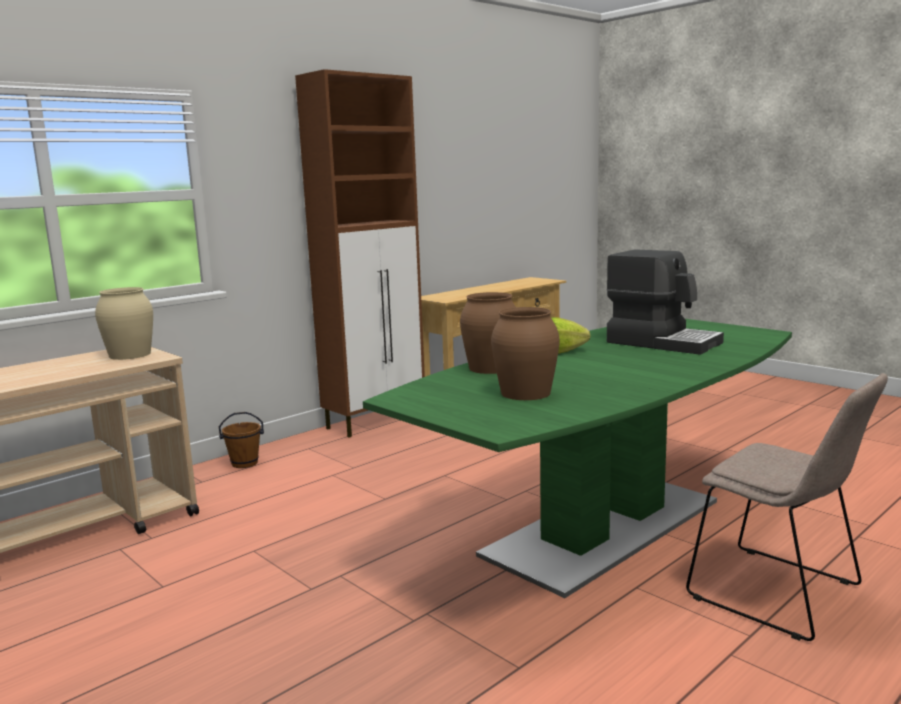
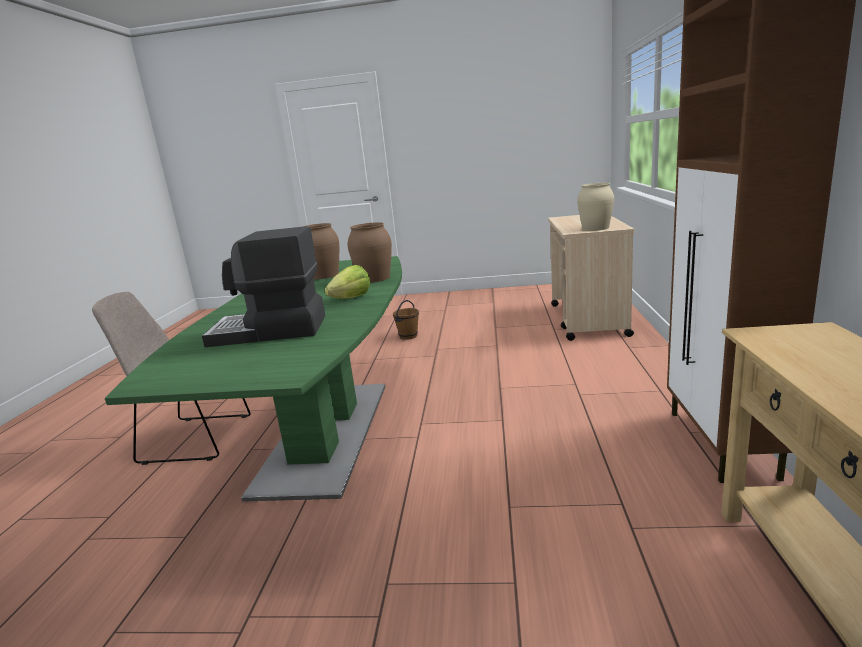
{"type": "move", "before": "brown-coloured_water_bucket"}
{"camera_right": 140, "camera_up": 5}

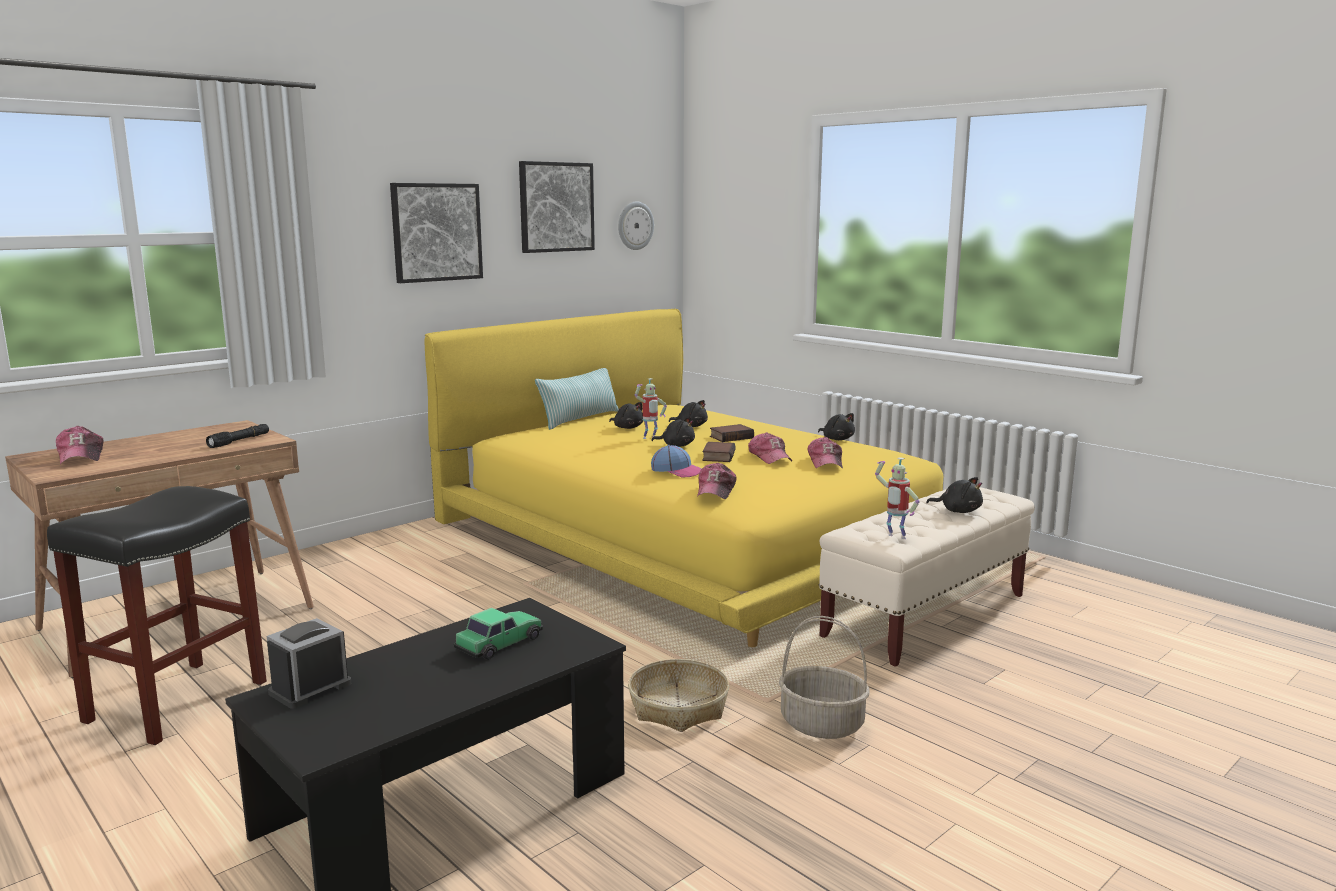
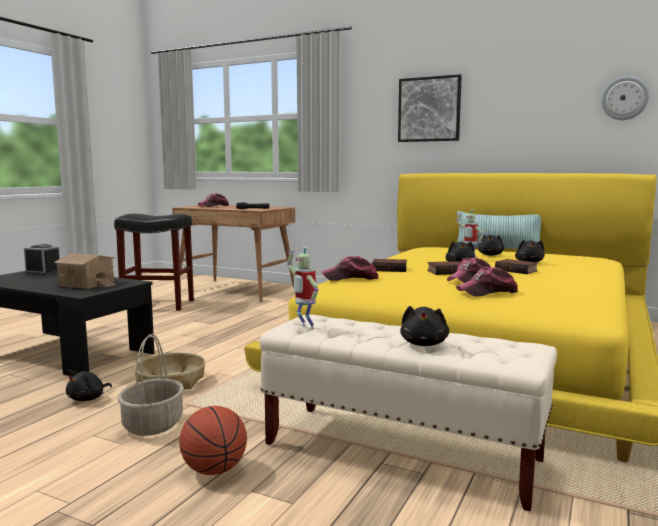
{"type": "replace", "before": "miniature_car", "after": "miniature_house"}
{"type": "move", "before": "black-coloured_soft_toy (4th from left in the first image)", "after": "black-coloured_soft_toy (1st from left)"}
{"type": "insert", "after": "basketball"}
{"type": "rotate", "before": "toy_robot (2nd from left in the first image)", "turn": -60}
{"type": "replace", "before": "peaked_cap (2nd from left)", "after": "bound_book (1st from left)"}
{"type": "delete", "before": "wall_picture (2nd from left)"}
{"camera_right": 70, "camera_up": -5}

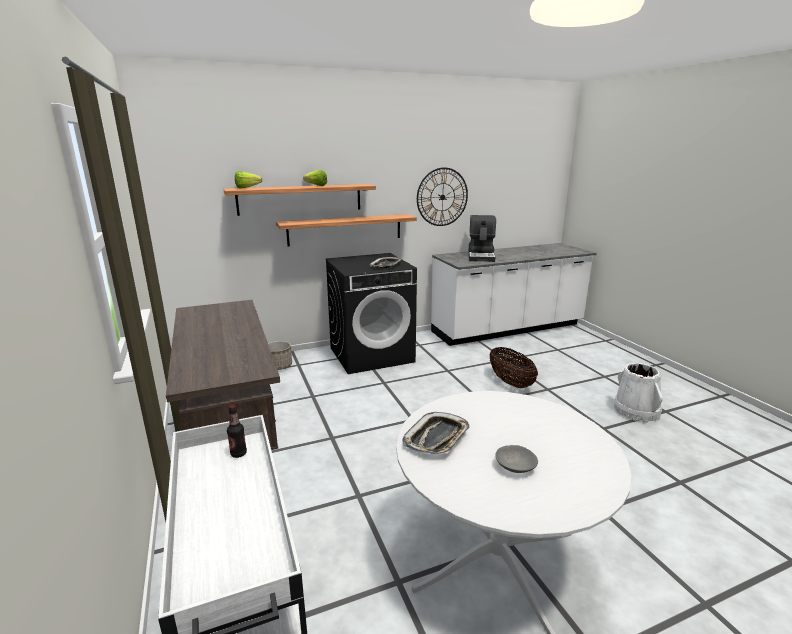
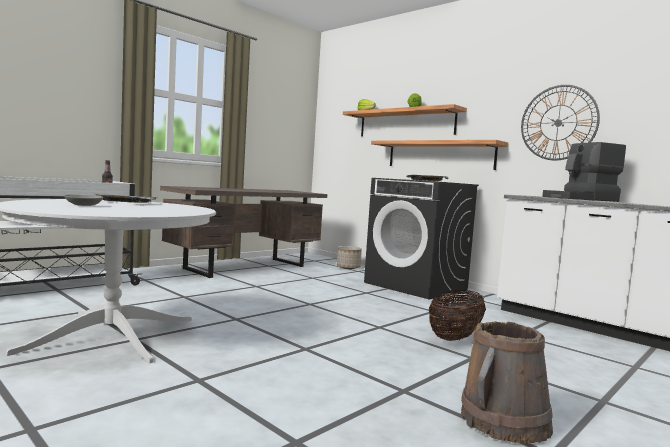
{"type": "recolor", "before": "white-coloured_water_bucket", "after": "brown-coloured_water_bucket"}
{"camera_right": 65, "camera_up": -15}

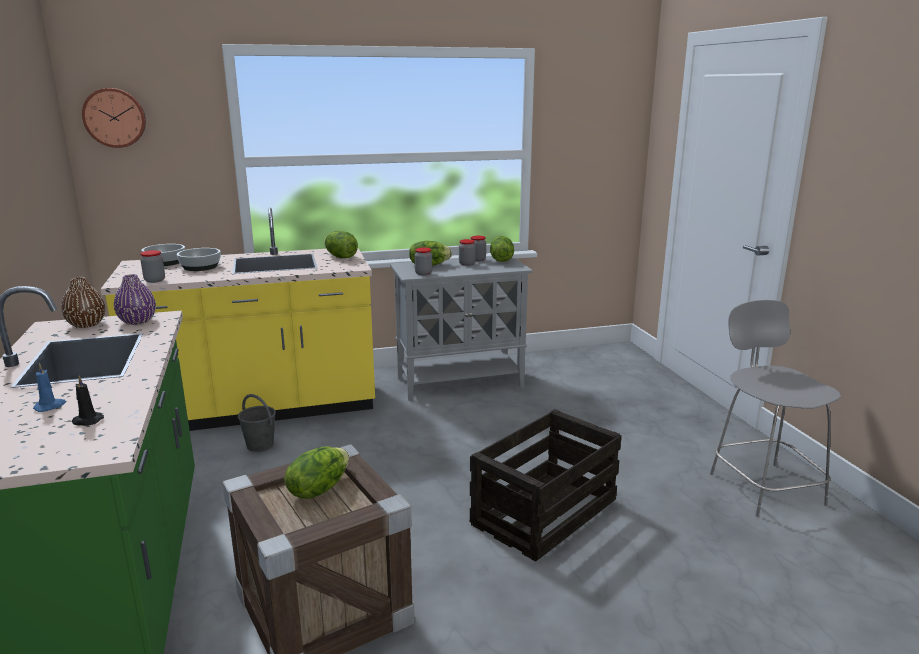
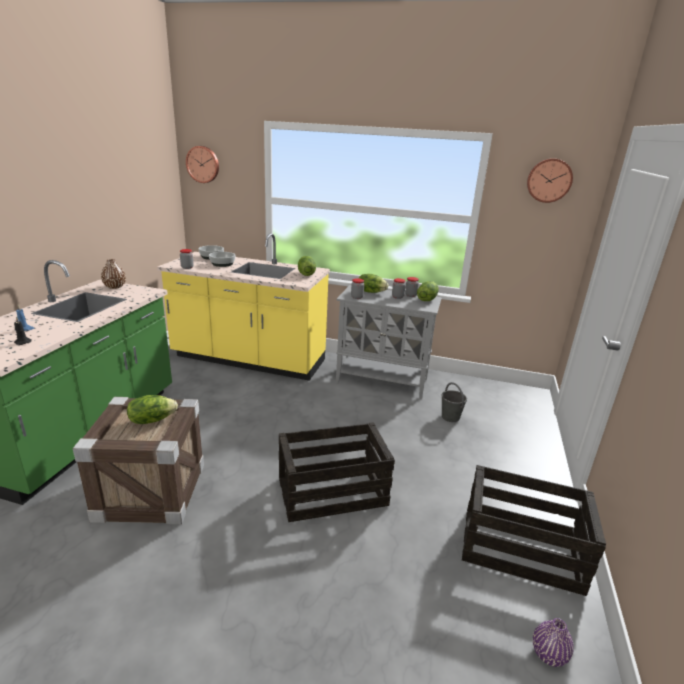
{"type": "move", "before": "greyish_water_bucket"}
{"type": "replace", "before": "greyish_chair", "after": "crate (3rd from left)"}
{"type": "insert", "after": "hanging_clock (2nd from left)"}
{"type": "move", "before": "purplish_vase"}
{"camera_right": 30, "camera_up": 5}

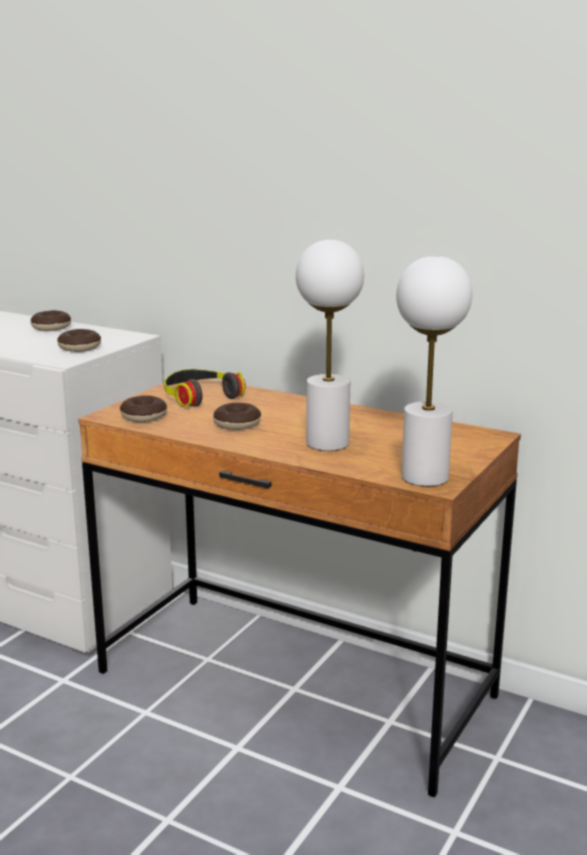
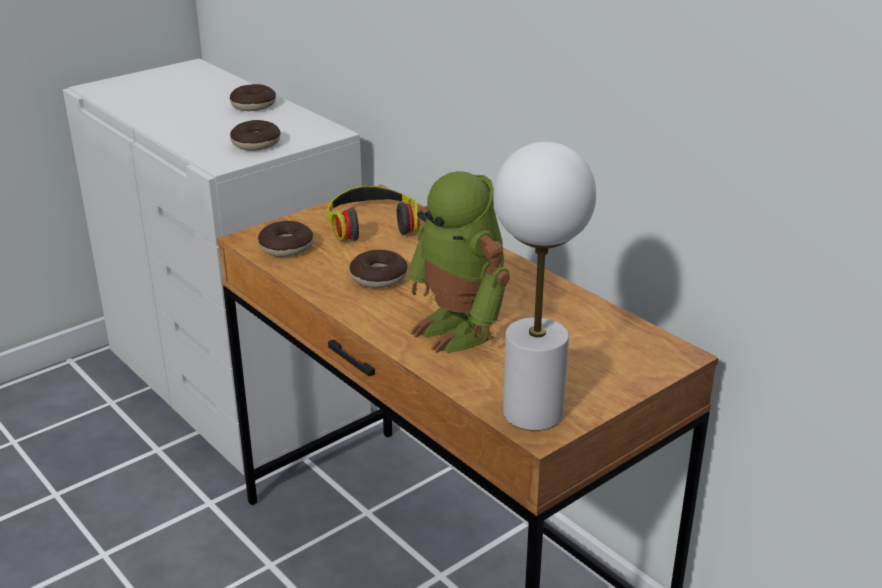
{"type": "replace", "before": "white-coloured_tabletop_lamp (1st from left)", "after": "toy_robot"}
{"camera_right": 20, "camera_up": 10}

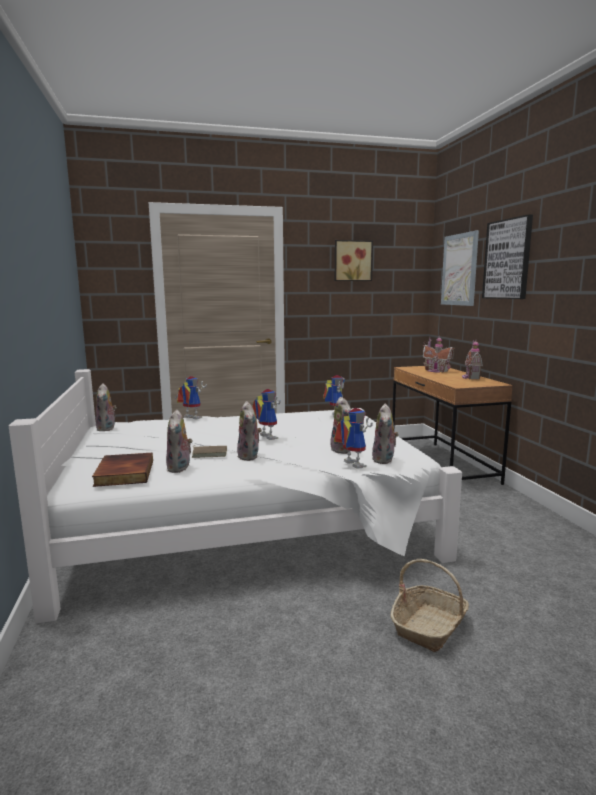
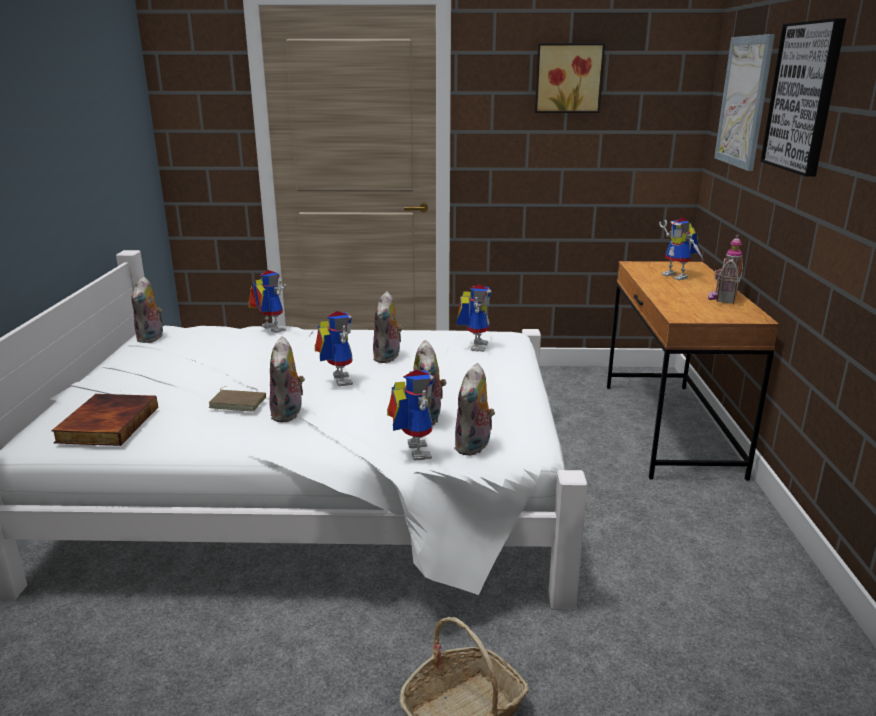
{"type": "move", "before": "soft_toy (2nd from left in the first image)", "after": "soft_toy (3rd from left)"}
{"type": "replace", "before": "miniature_house (1st from left)", "after": "toy_robot (5th from left)"}
{"camera_right": 15, "camera_up": 10}

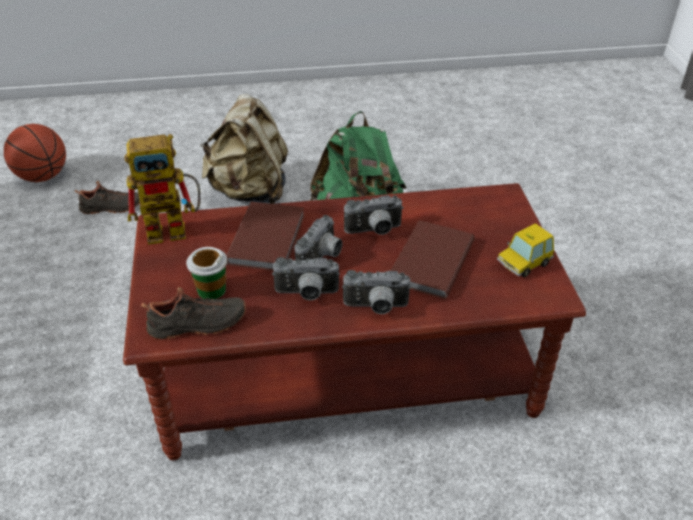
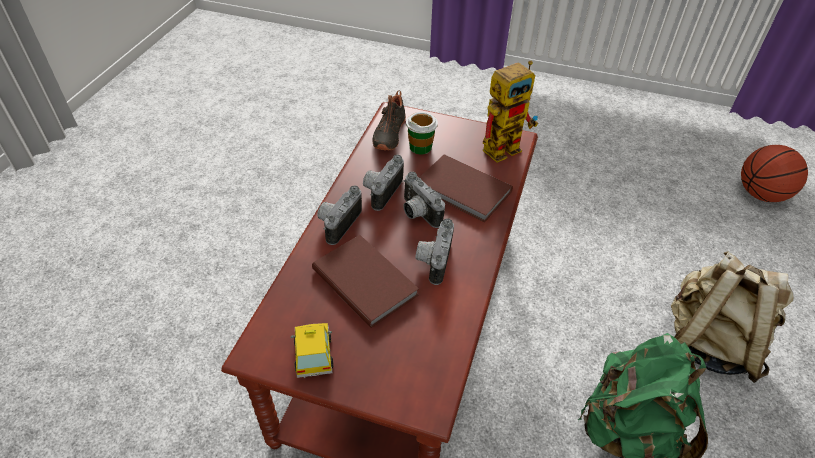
{"type": "rotate", "before": "toy_robot", "turn": -135}
{"type": "delete", "before": "black-coloured_shoe (1st from left)"}
{"camera_right": 115, "camera_up": 5}

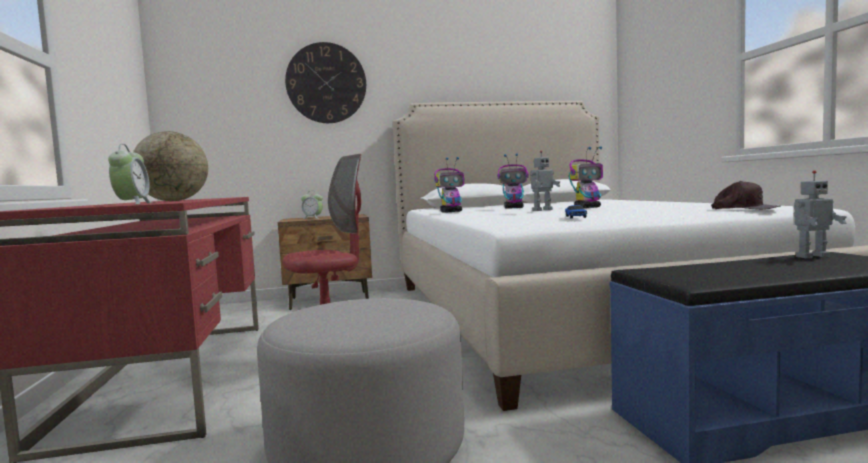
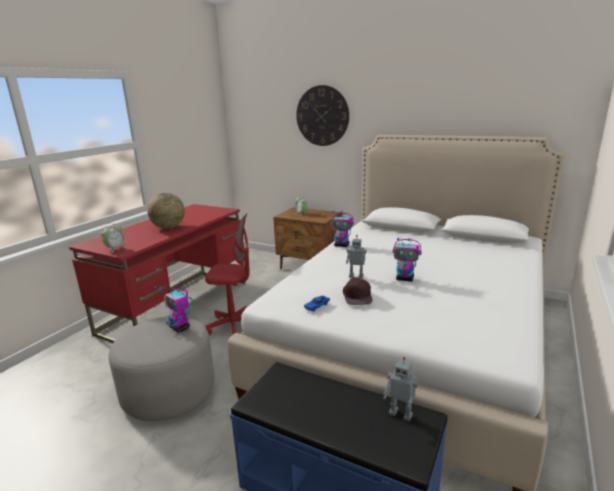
{"type": "move", "before": "toy_robot (2nd from left in the first image)", "after": "toy_robot (1st from left)"}
{"type": "move", "before": "brown-coloured_peaked_cap"}
{"camera_right": 40, "camera_up": 15}

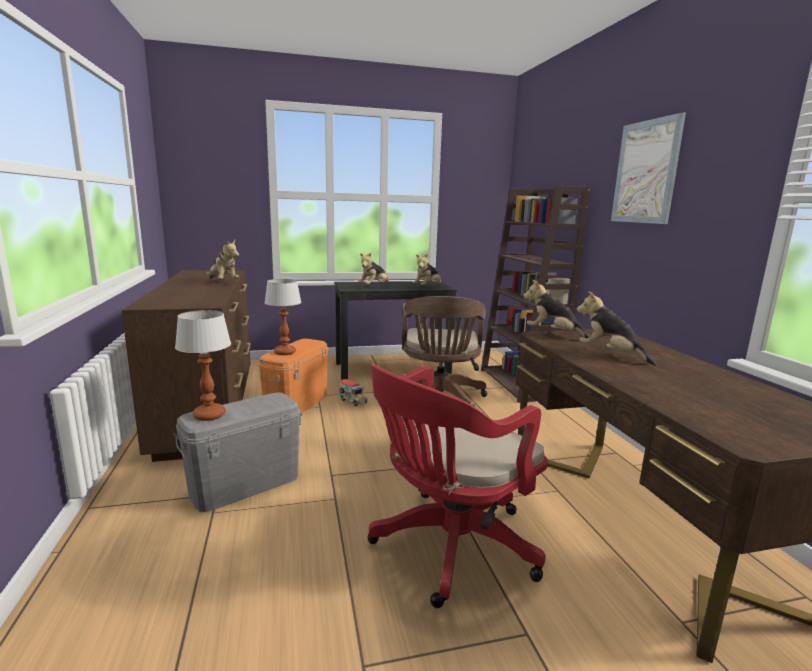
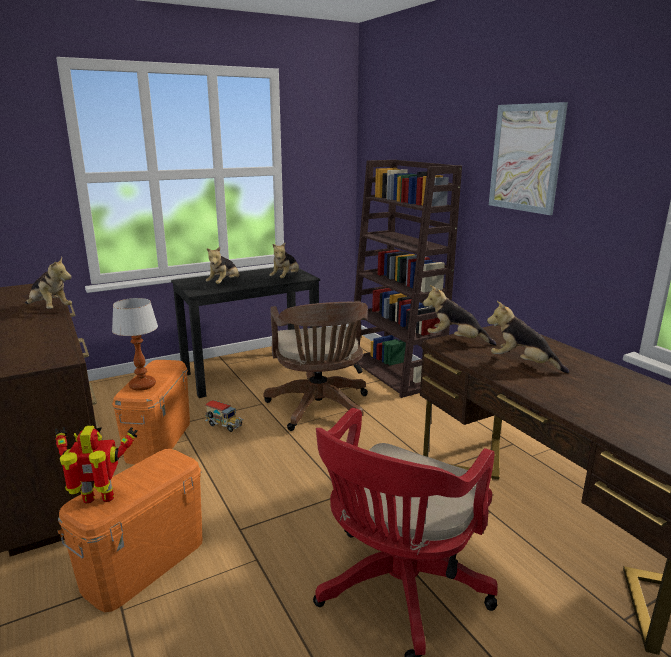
{"type": "replace", "before": "tabletop_lamp (1st from left)", "after": "toy_robot"}
{"type": "recolor", "before": "greyish_storage_box", "after": "orange-coloured_storage_box (1st from left)"}
{"camera_right": -15, "camera_up": 5}

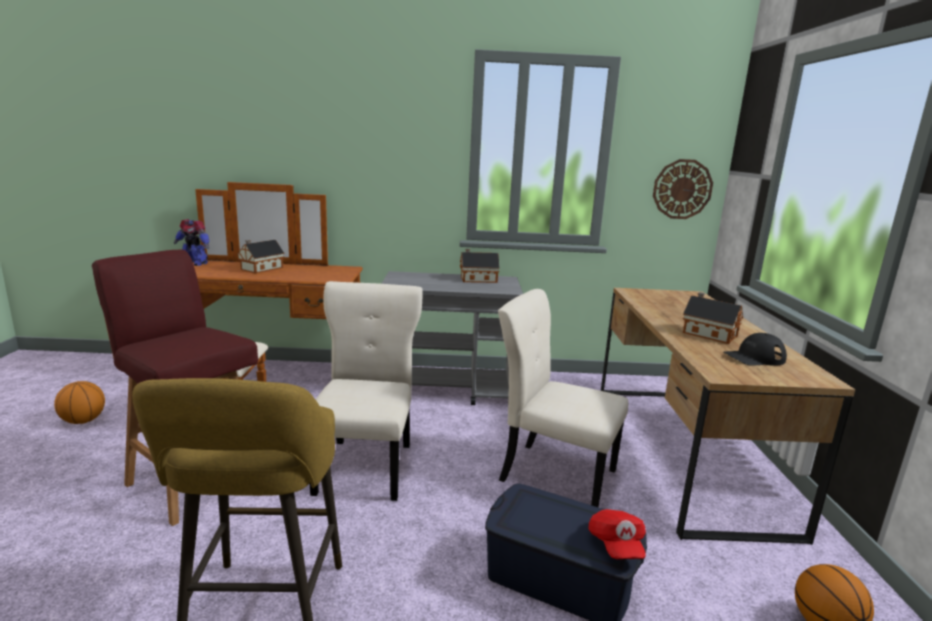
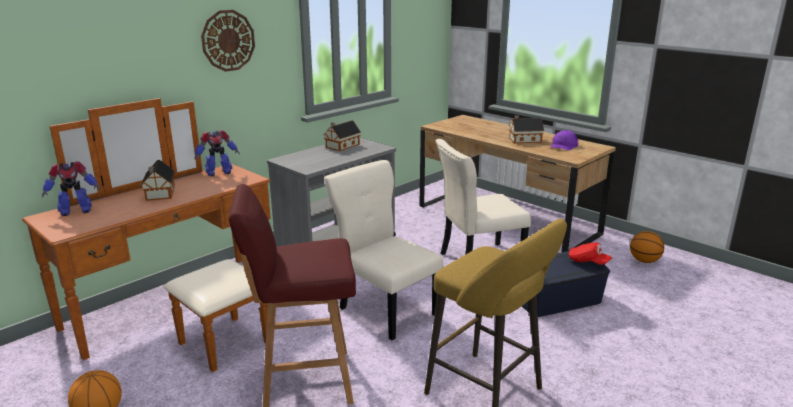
{"type": "insert", "after": "toy_robot (2nd from left)"}
{"type": "move", "before": "hanging_clock"}
{"type": "recolor", "before": "black-coloured_peaked_cap", "after": "purplish_peaked_cap"}
{"camera_right": -45, "camera_up": 5}

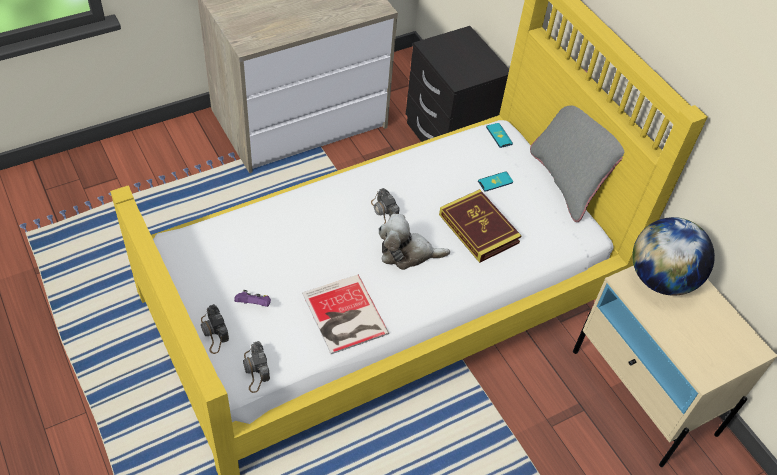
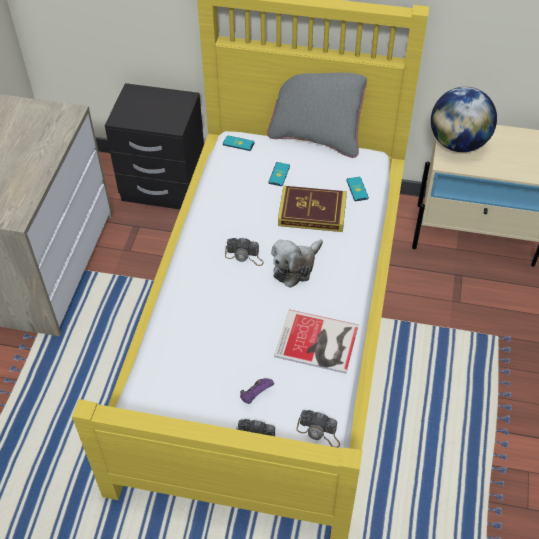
{"type": "insert", "after": "telephone (3rd from left)"}
{"camera_right": -45, "camera_up": 0}

